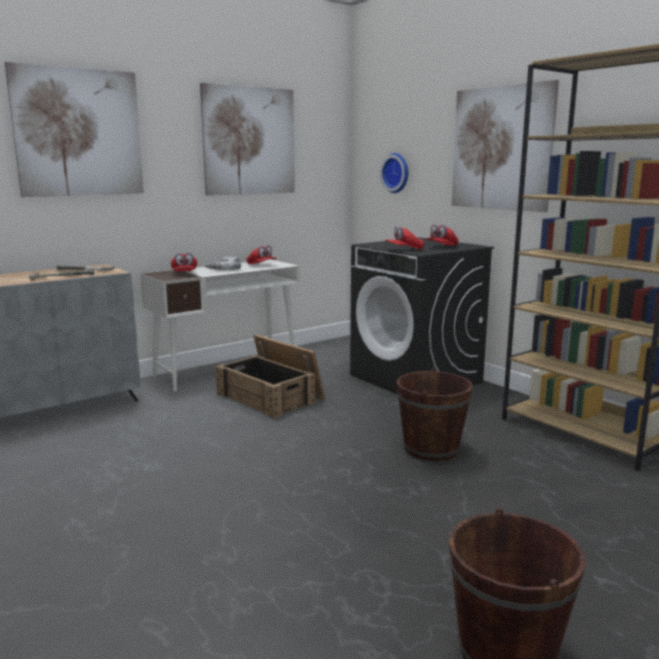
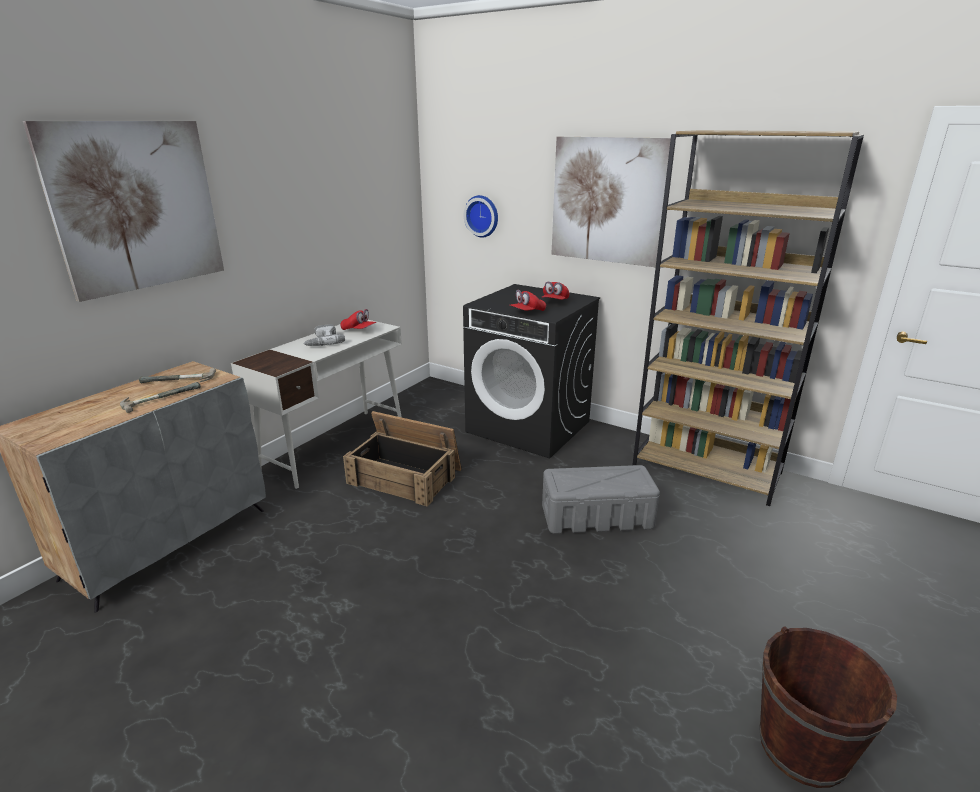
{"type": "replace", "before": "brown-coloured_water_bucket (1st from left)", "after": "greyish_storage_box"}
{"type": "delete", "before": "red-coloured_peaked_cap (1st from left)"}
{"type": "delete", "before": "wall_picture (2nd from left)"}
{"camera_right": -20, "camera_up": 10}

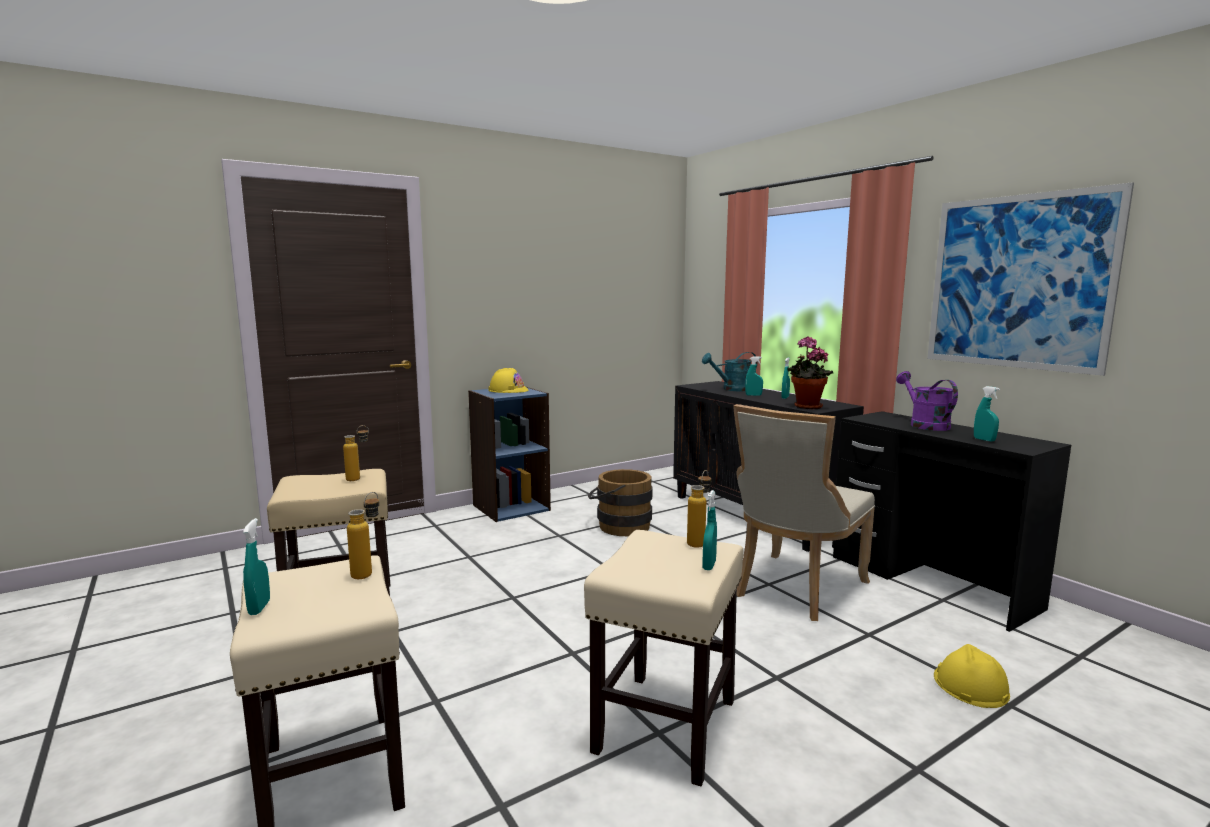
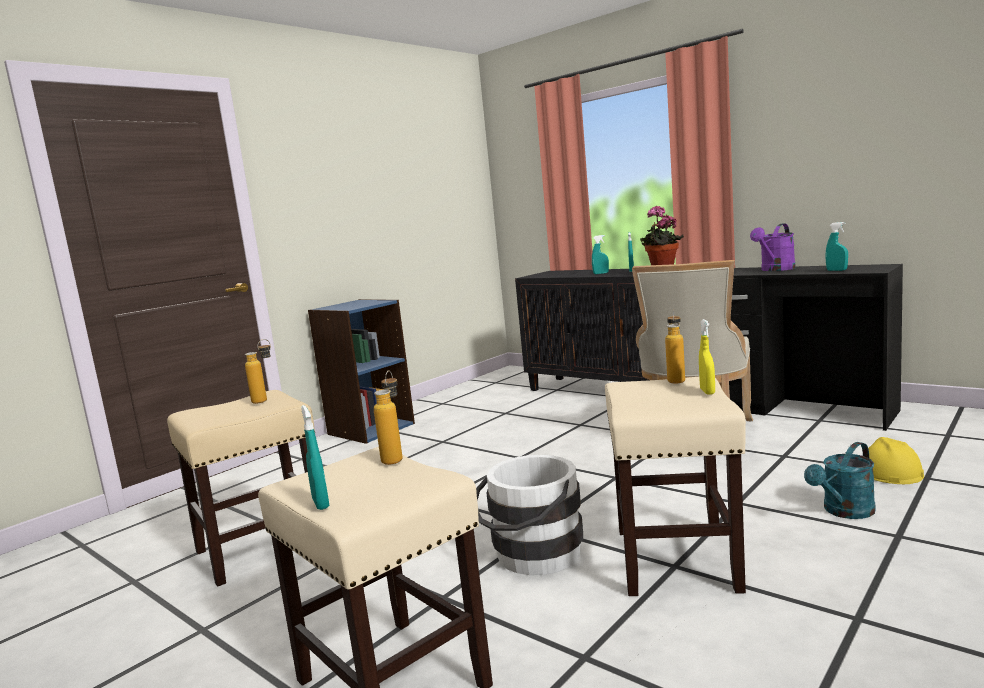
{"type": "insert", "after": "white-coloured_water_bucket"}
{"type": "recolor", "before": "turquoise-coloured_sprayer (2nd from left)", "after": "yellow-coloured_sprayer"}
{"type": "rotate", "before": "purplish_watering_pot", "turn": -105}
{"type": "move", "before": "turquoise-coloured_watering_pot"}
{"type": "delete", "before": "yellow-coloured_hard_hat (1st from left)"}
{"type": "delete", "before": "brown-coloured_water_bucket"}
{"type": "delete", "before": "wall_picture"}
{"camera_right": -15, "camera_up": 0}

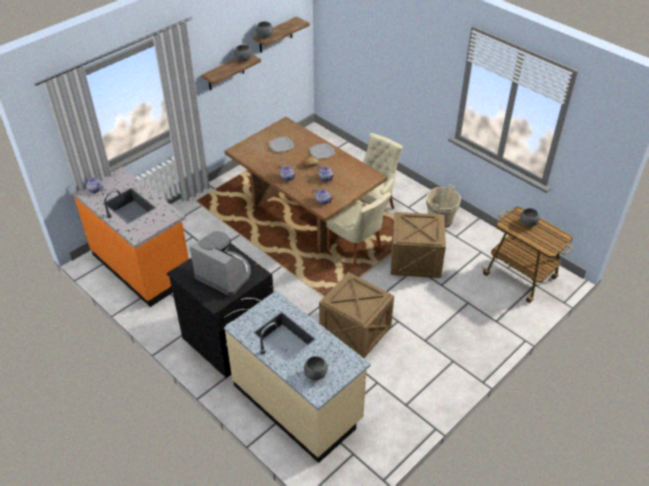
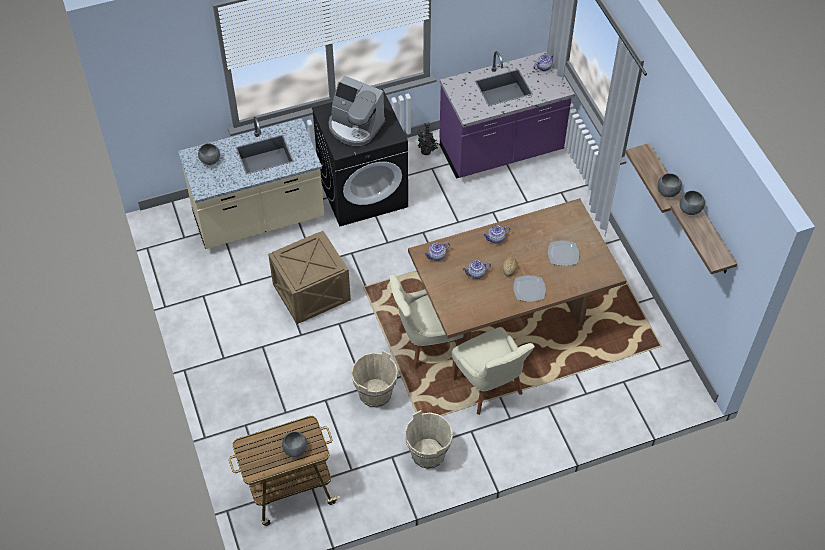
{"type": "rotate", "before": "coffee_maker", "turn": 60}
{"type": "replace", "before": "crate (2nd from left)", "after": "sand-coloured_water_bucket (1st from left)"}
{"type": "insert", "after": "plant_in_a_pot"}
{"type": "recolor", "before": "orange-coloured_kitchen_base_unit", "after": "purplish_kitchen_base_unit"}
{"camera_right": 115, "camera_up": 10}

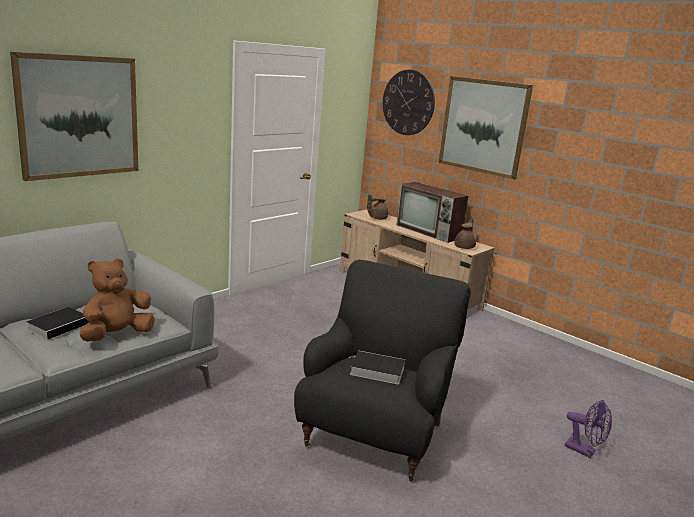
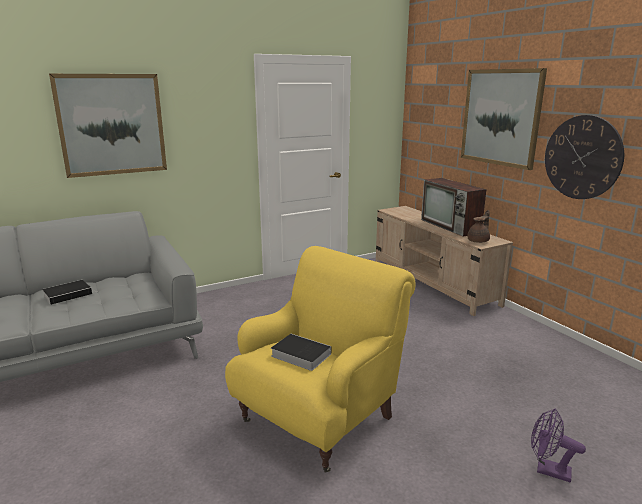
{"type": "recolor", "before": "black-coloured_armchair", "after": "yellow-coloured_armchair"}
{"type": "rotate", "before": "purplish_cooling_fan", "turn": 150}
{"type": "move", "before": "hanging_clock"}
{"type": "delete", "before": "brown-coloured_soft_toy"}
{"type": "delete", "before": "brown-coloured_tea_pot (1st from left)"}
{"camera_right": 20, "camera_up": 0}

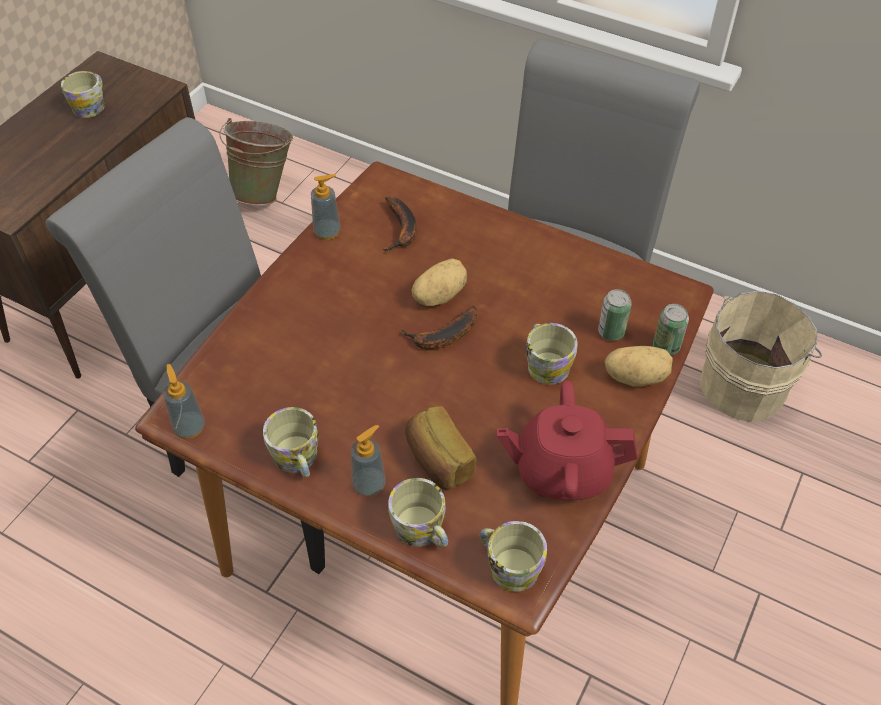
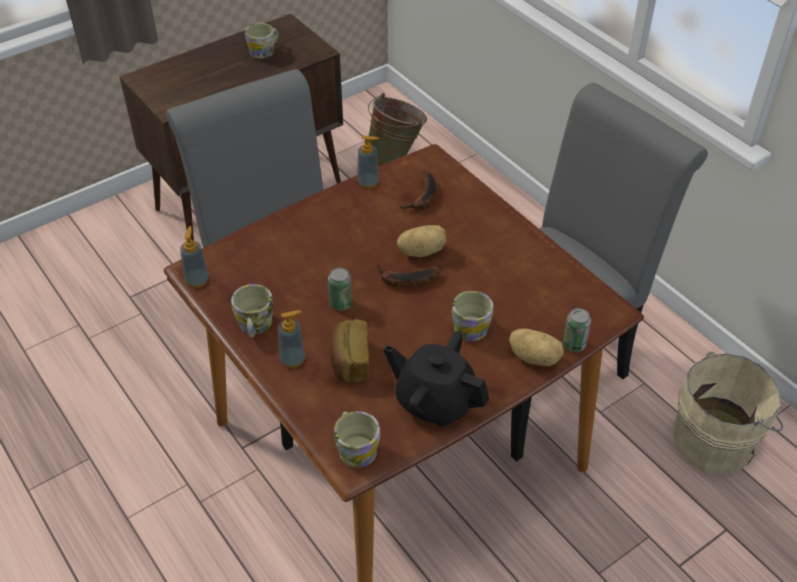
{"type": "move", "before": "metal_can (1st from left)"}
{"type": "recolor", "before": "red-coloured_tea_pot", "after": "black-coloured_tea_pot"}
{"type": "delete", "before": "tea_mug (3rd from left)"}
{"camera_right": 25, "camera_up": -5}

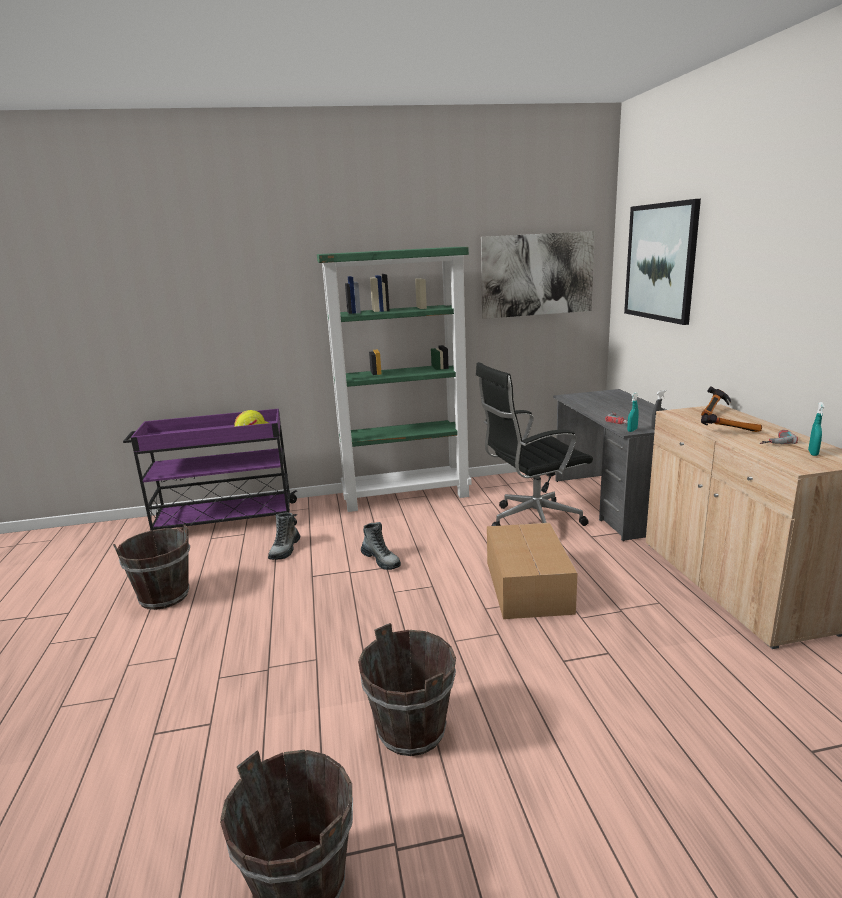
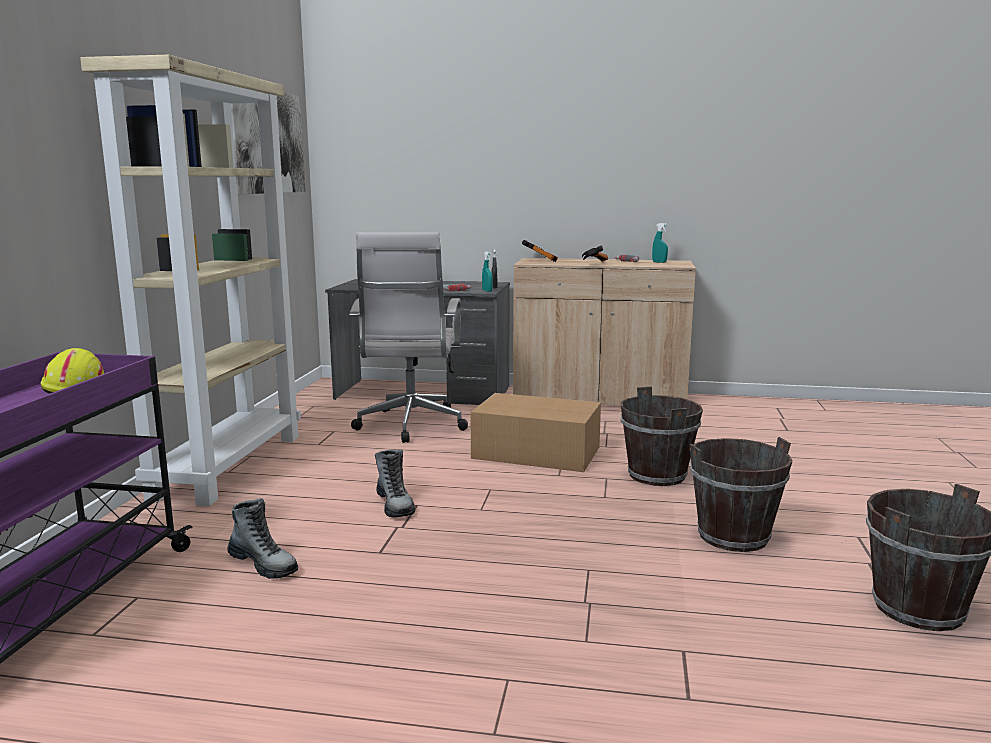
{"type": "recolor", "before": "greenish_shelving_unit", "after": "sand-coloured_shelving_unit"}
{"type": "recolor", "before": "black-coloured_computer_chair", "after": "white-coloured_computer_chair"}
{"type": "rotate", "before": "tall_boot (2nd from left)", "turn": 90}
{"type": "move", "before": "brown-coloured_water_bucket (1st from left)"}
{"type": "delete", "before": "wall_picture (2nd from left)"}
{"camera_right": -70, "camera_up": -5}

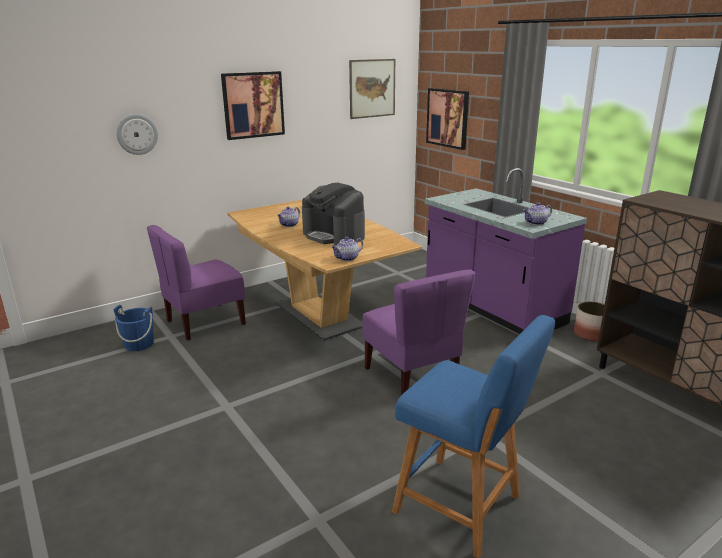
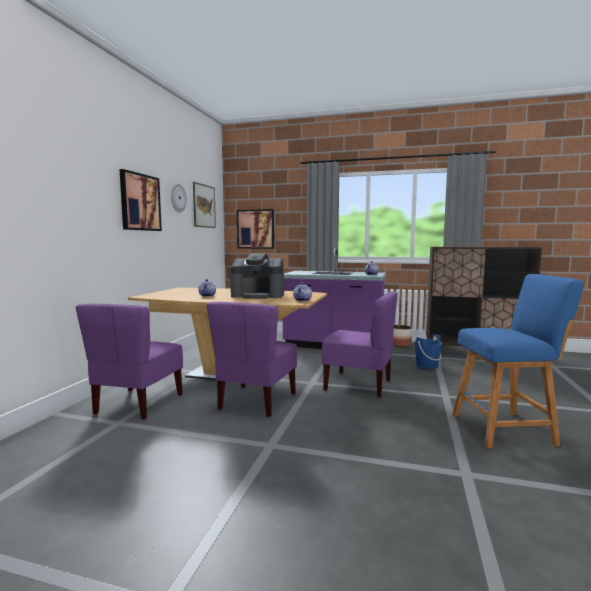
{"type": "move", "before": "hanging_clock"}
{"type": "insert", "after": "purplish_chair (2nd from left)"}
{"type": "move", "before": "bluish_water_bucket"}
{"camera_right": -40, "camera_up": -15}

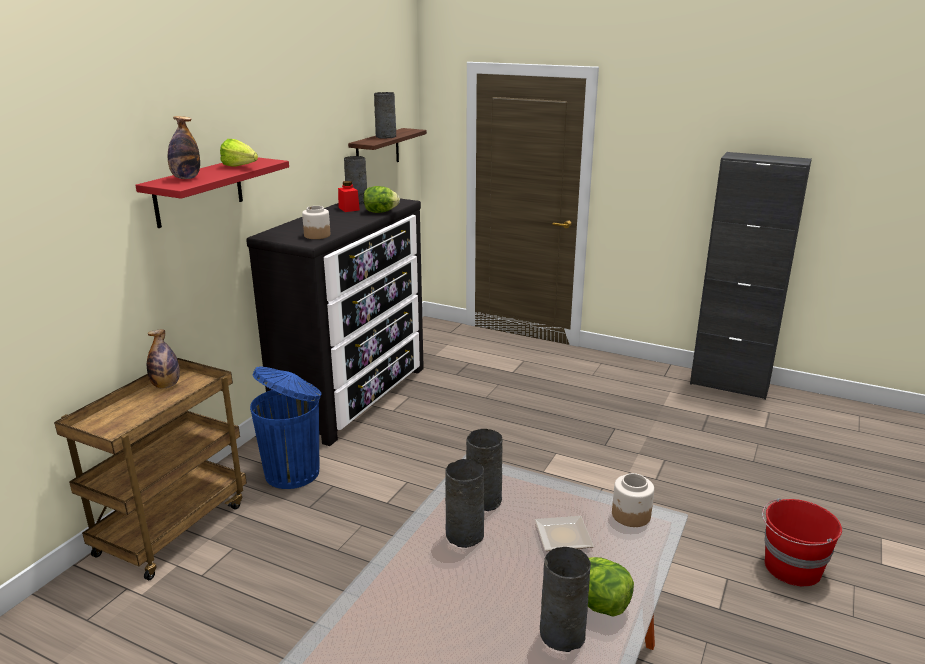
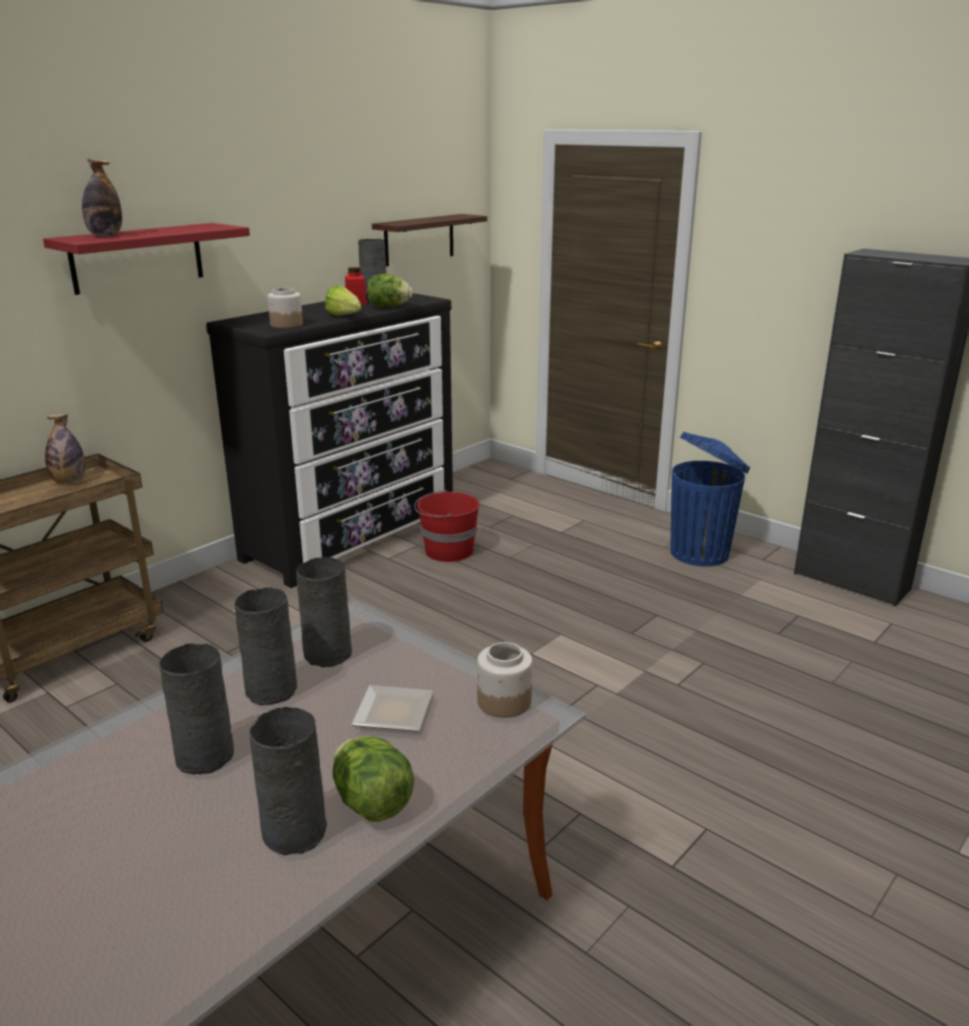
{"type": "move", "before": "greyish_vase (2nd from left in the first image)", "after": "greyish_vase (1st from left)"}
{"type": "move", "before": "head_of_lettuce (1st from left)"}
{"type": "move", "before": "red-coloured_water_bucket"}
{"type": "move", "before": "bluish_waste_bin"}
{"camera_right": 15, "camera_up": 0}

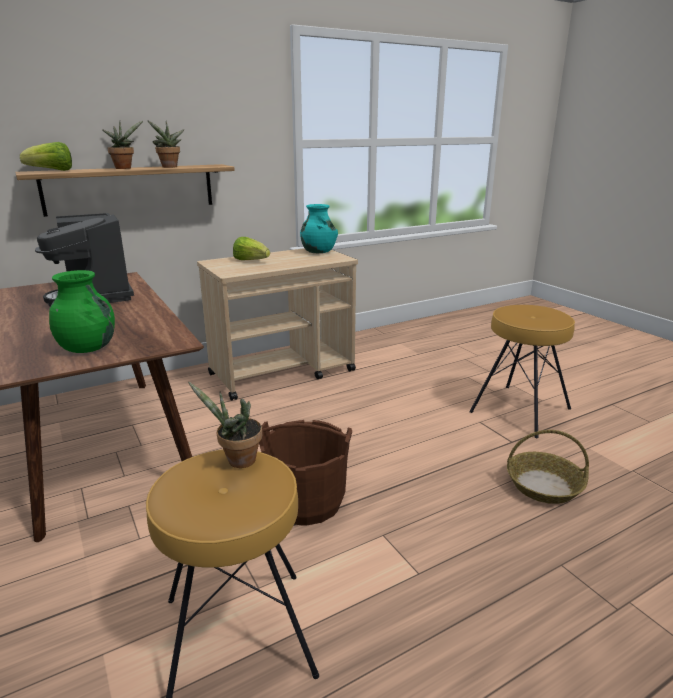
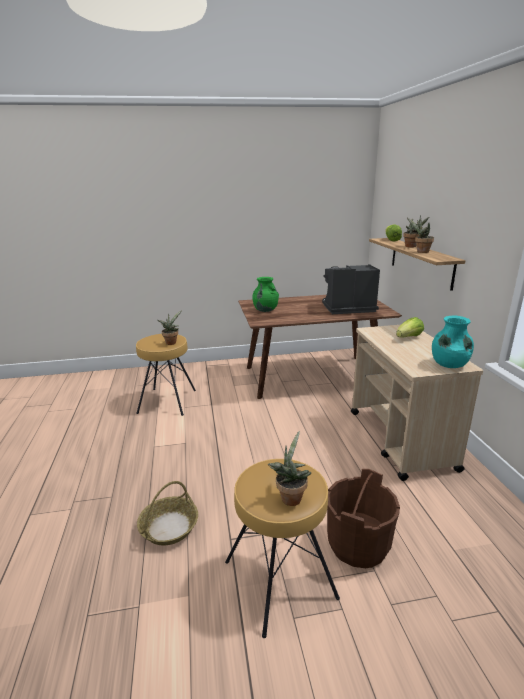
{"type": "insert", "after": "plant_in_a_pot (2nd from left)"}
{"type": "move", "before": "brown-coloured_water_bucket"}
{"camera_right": 110, "camera_up": 0}

